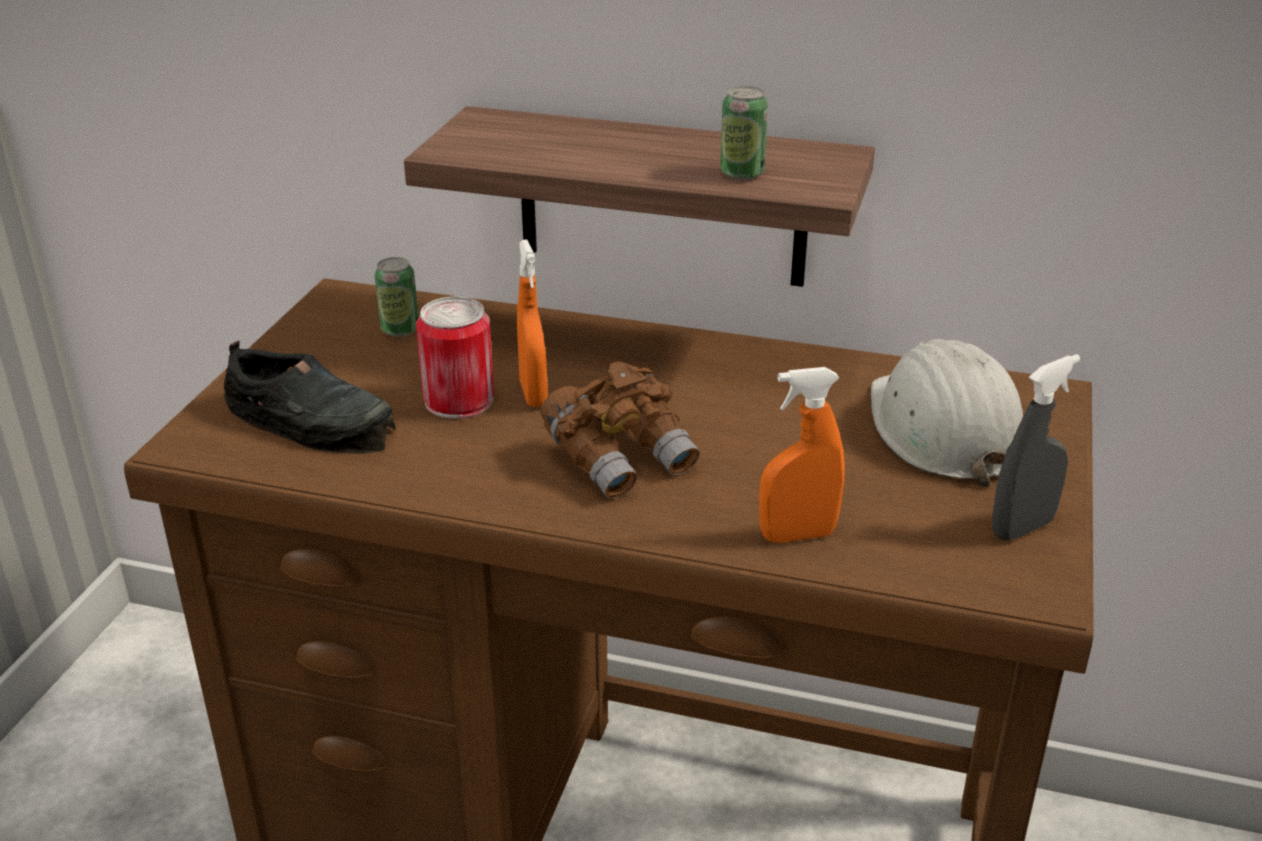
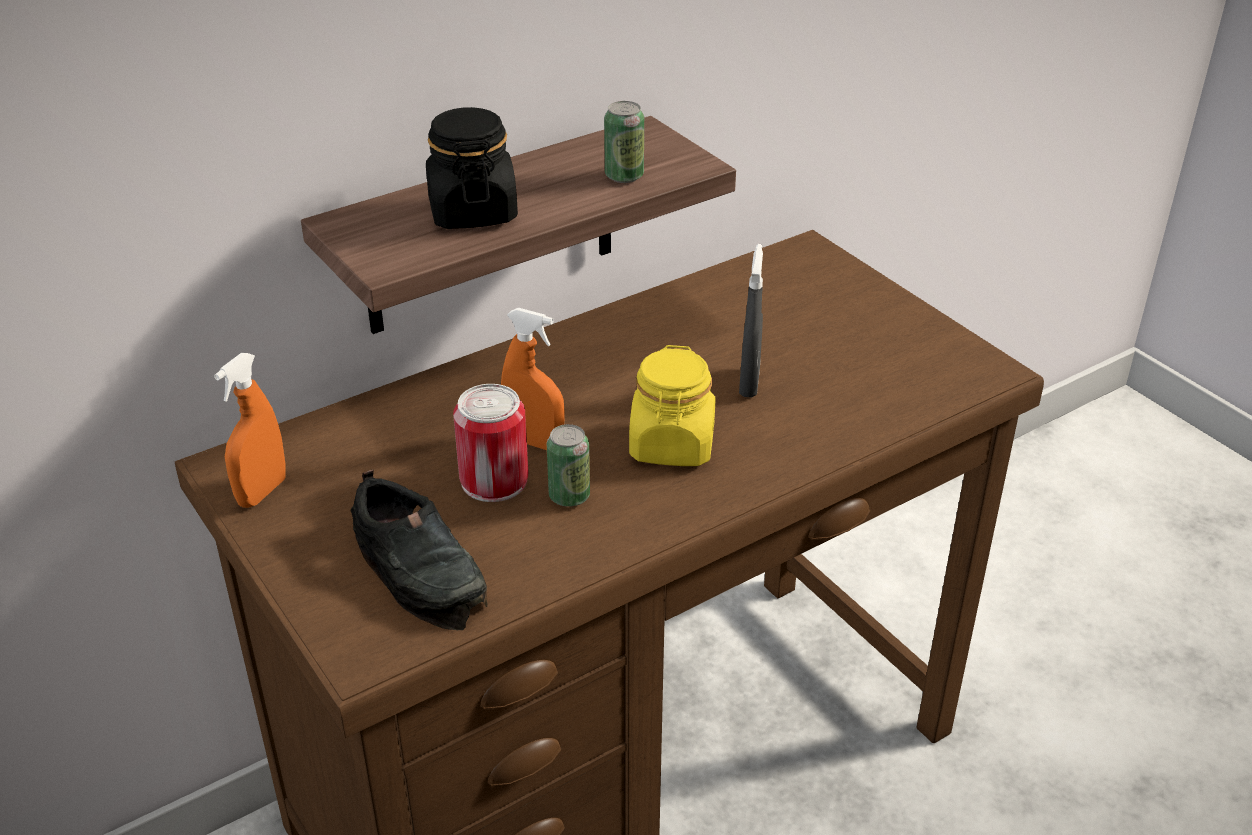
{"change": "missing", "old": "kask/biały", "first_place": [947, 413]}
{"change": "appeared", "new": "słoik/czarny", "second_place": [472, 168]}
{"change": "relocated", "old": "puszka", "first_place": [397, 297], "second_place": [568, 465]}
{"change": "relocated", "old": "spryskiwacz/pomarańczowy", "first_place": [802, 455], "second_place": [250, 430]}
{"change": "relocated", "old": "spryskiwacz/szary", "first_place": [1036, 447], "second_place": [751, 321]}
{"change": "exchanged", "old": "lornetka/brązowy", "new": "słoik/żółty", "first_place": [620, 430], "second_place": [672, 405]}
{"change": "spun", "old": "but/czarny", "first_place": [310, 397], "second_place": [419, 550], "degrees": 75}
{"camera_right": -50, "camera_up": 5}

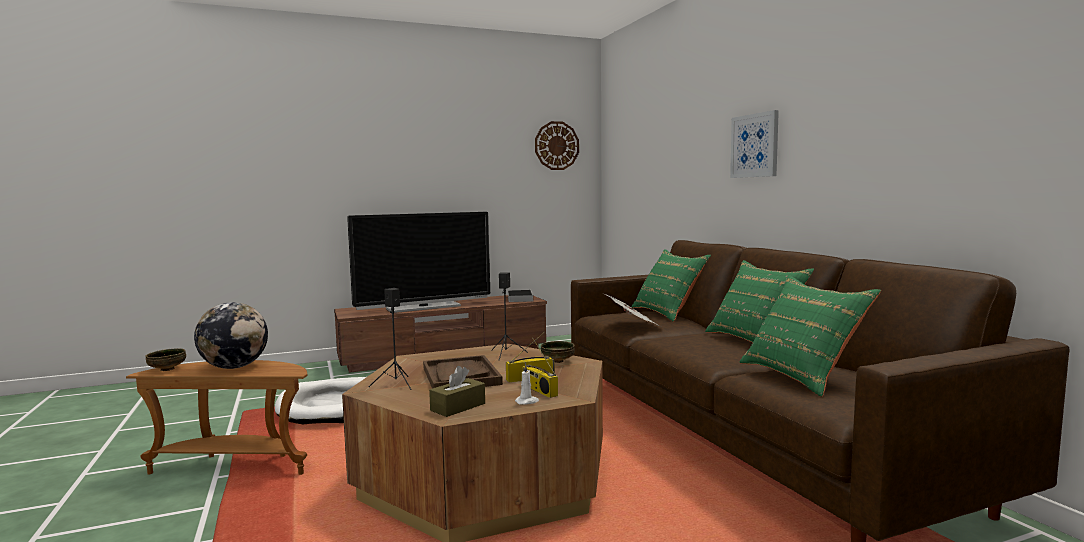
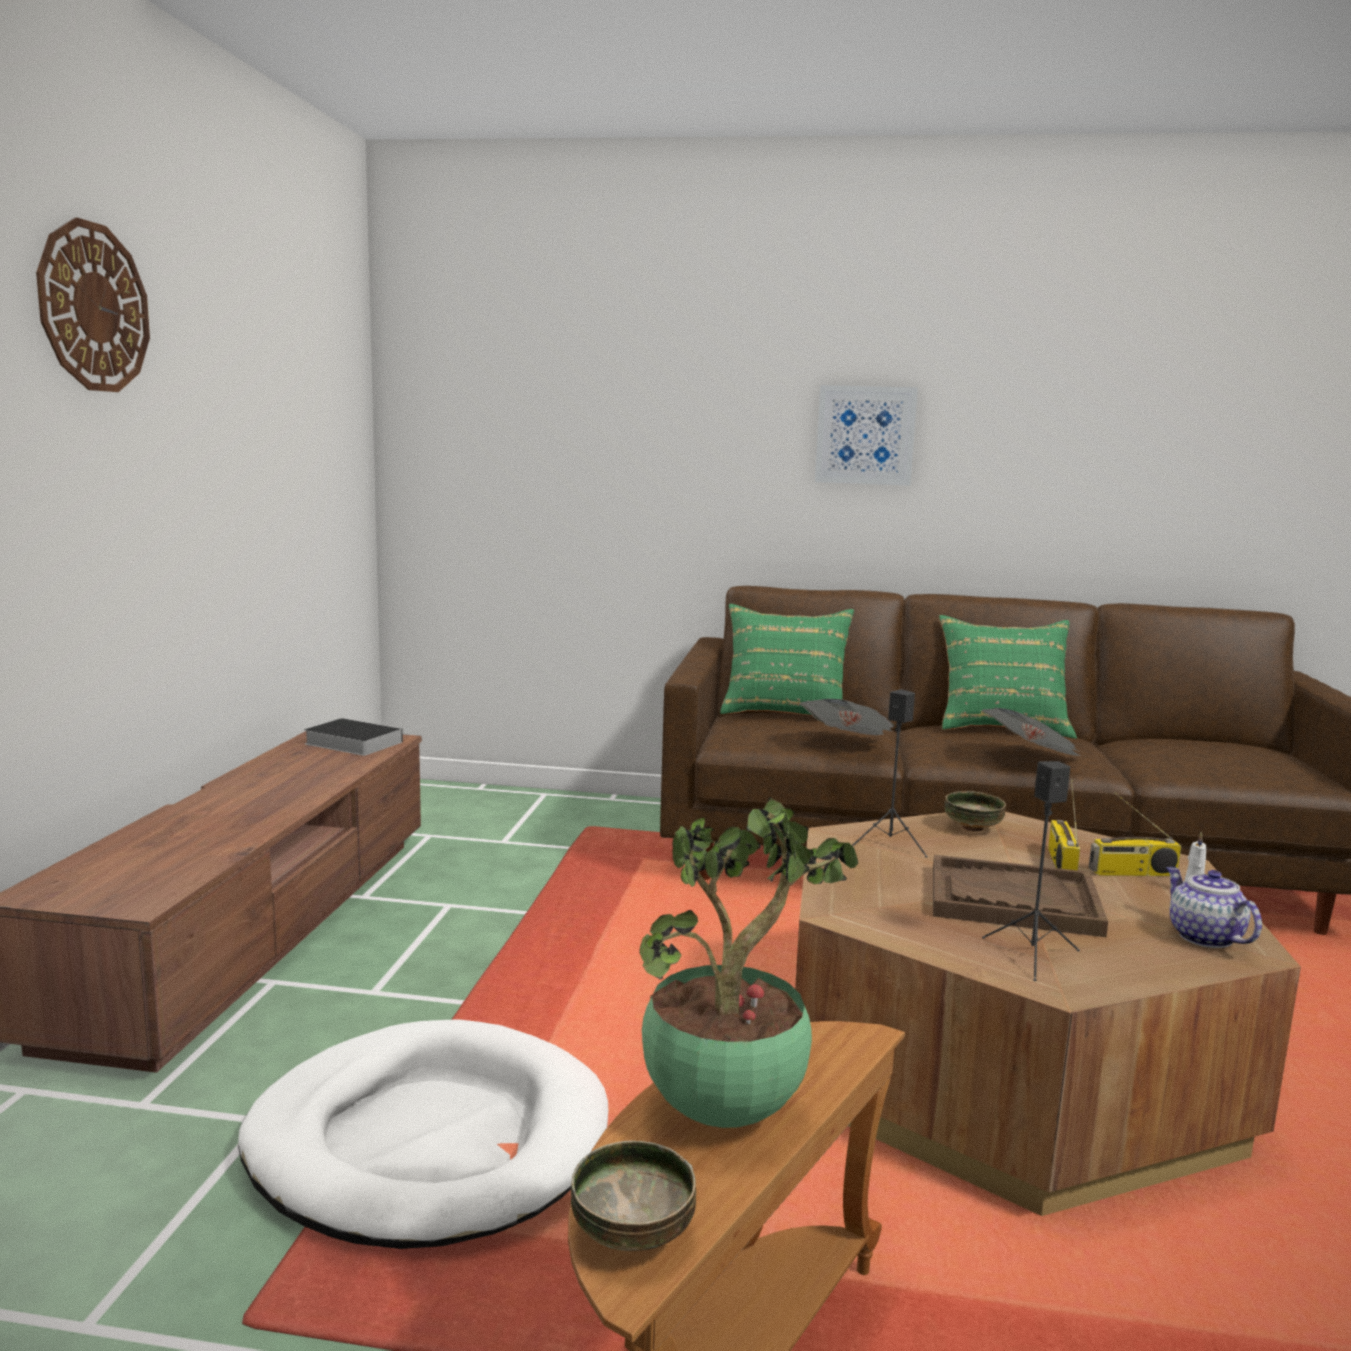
{"change": "missing", "old": "telewizor", "first_place": [418, 262]}
{"change": "missing", "old": "poduszka/zielony", "first_place": [810, 336]}
{"change": "appeared", "new": "gazeta", "second_place": [1031, 732]}
{"change": "relocated", "old": "zegar ścienny", "first_place": [557, 145], "second_place": [93, 304]}
{"change": "exchanged", "old": "globus", "new": "roślina doniczkowa", "first_place": [231, 335], "second_place": [749, 962]}
{"change": "exchanged", "old": "pudełko chusteczek/brązowy", "new": "imbryk", "first_place": [457, 391], "second_place": [1214, 907]}
{"camera_right": -60, "camera_up": 5}

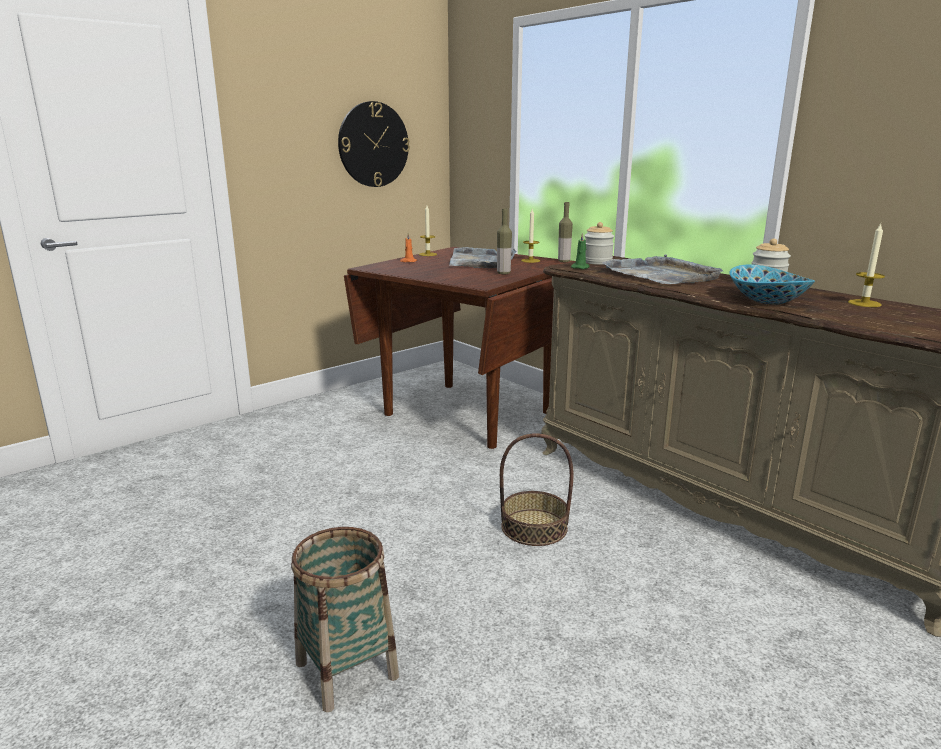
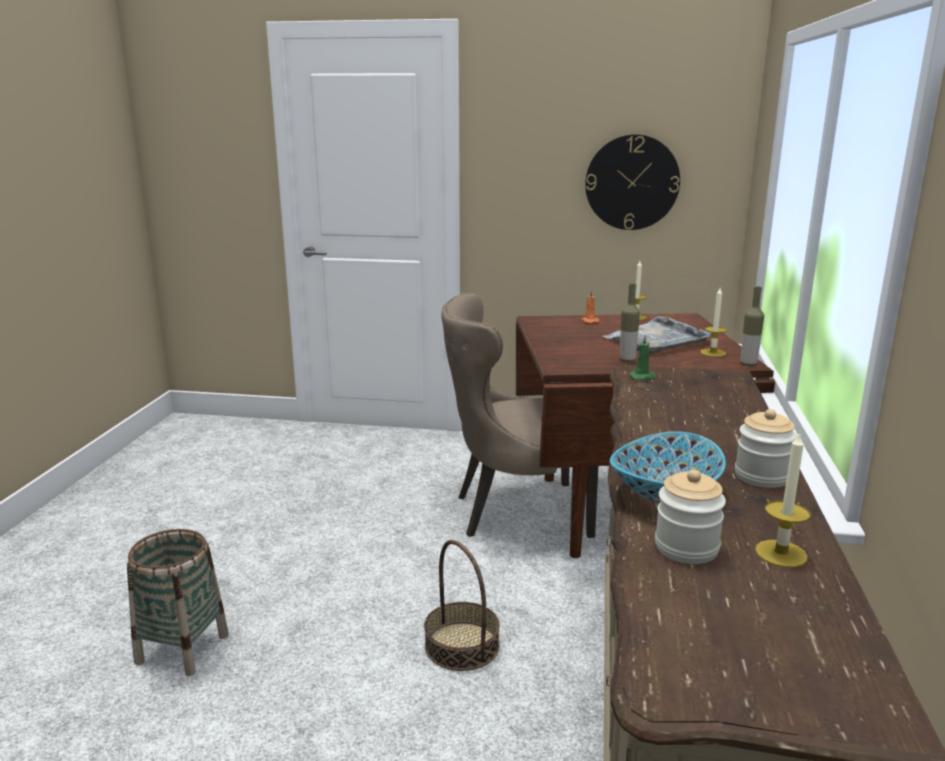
{"change": "missing", "old": "taca/szary", "first_place": [662, 269]}
{"change": "appeared", "new": "krzesło/beżowy", "second_place": [519, 415]}
{"change": "relocated", "old": "słoik", "first_place": [599, 243], "second_place": [690, 516]}
{"camera_right": 50, "camera_up": 0}

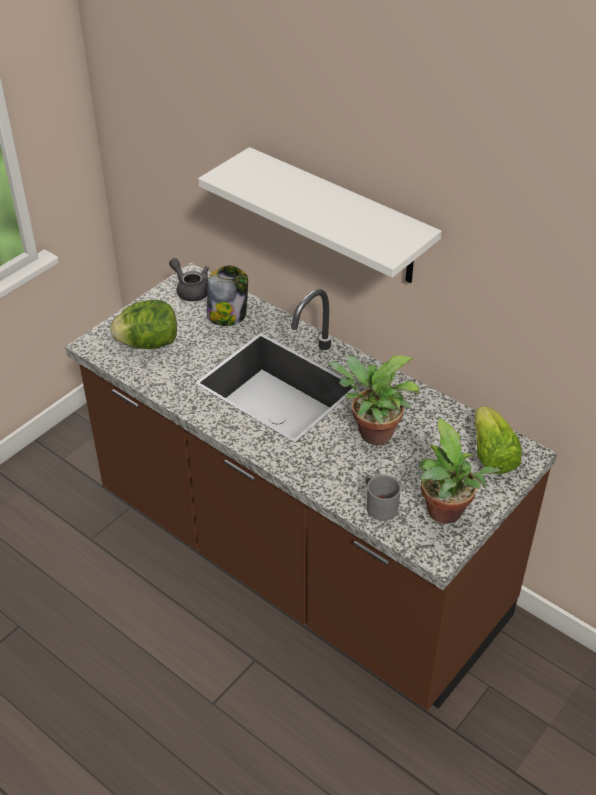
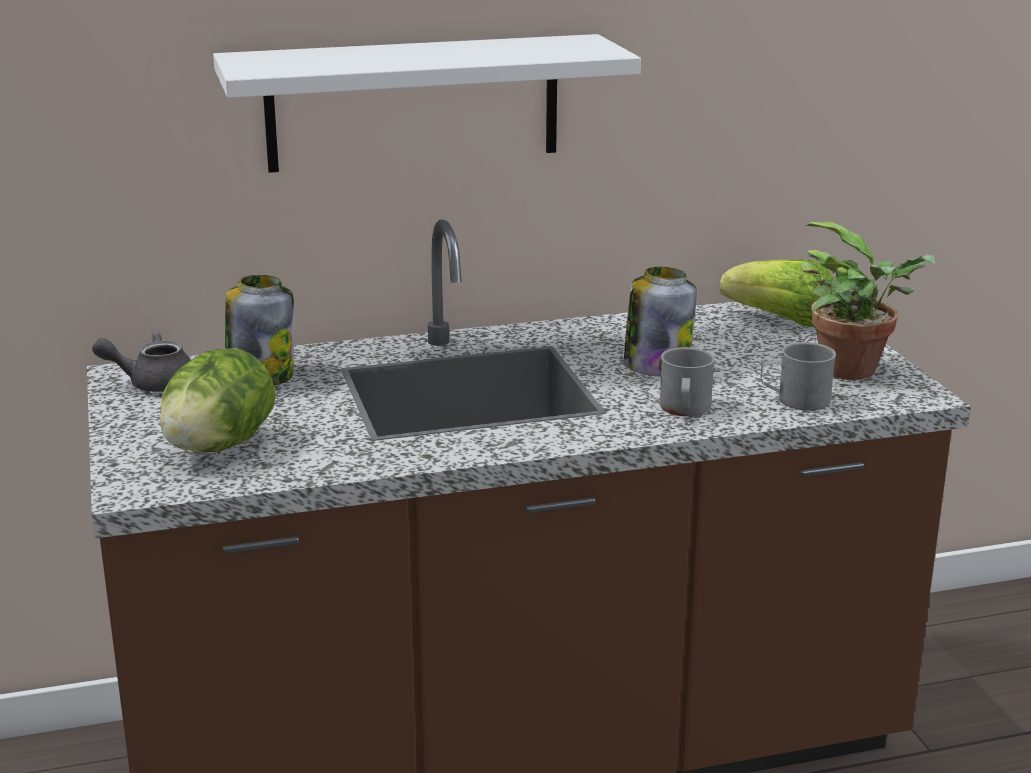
{"change": "appeared", "new": "kubek/szary", "second_place": [687, 381]}
{"change": "exchanged", "old": "roślina doniczkowa", "new": "słoik", "first_place": [374, 400], "second_place": [660, 322]}
{"camera_right": -55, "camera_up": -20}

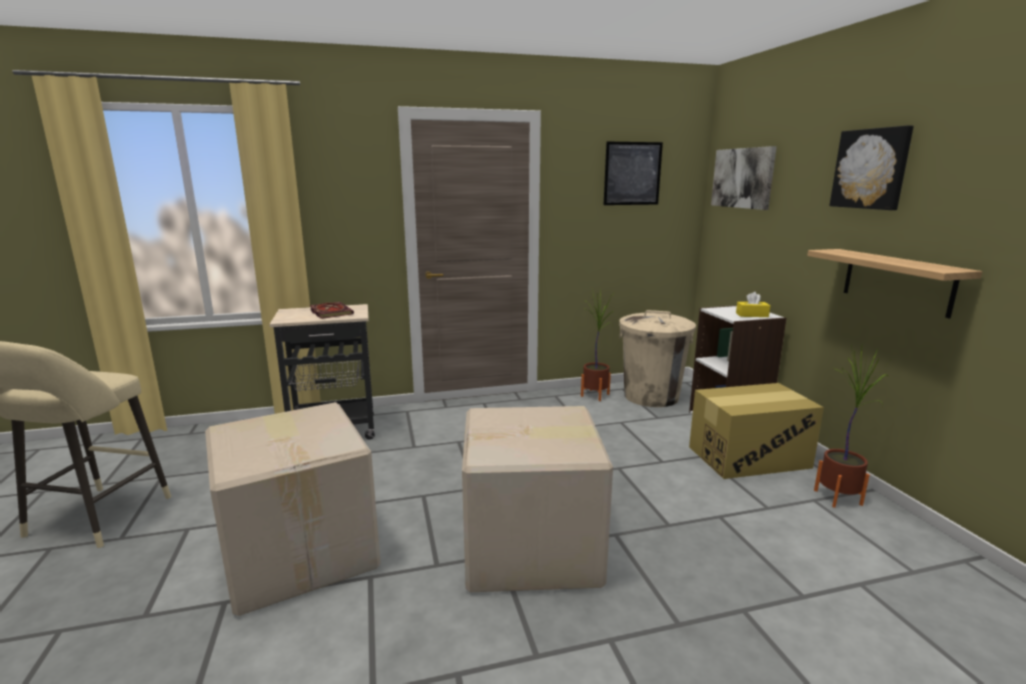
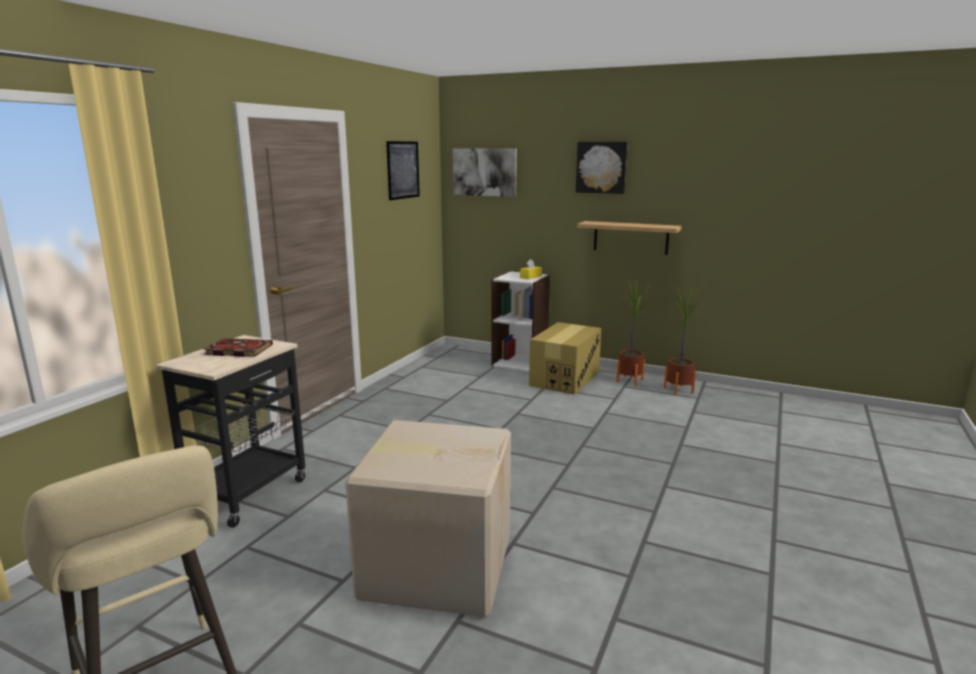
{"change": "missing", "old": "karton", "first_place": [537, 499]}
{"change": "missing", "old": "kosz na śmieci/beżowy", "first_place": [657, 358]}
{"change": "relocated", "old": "roślina doniczkowa", "first_place": [597, 344], "second_place": [685, 341]}
{"camera_right": -50, "camera_up": 0}

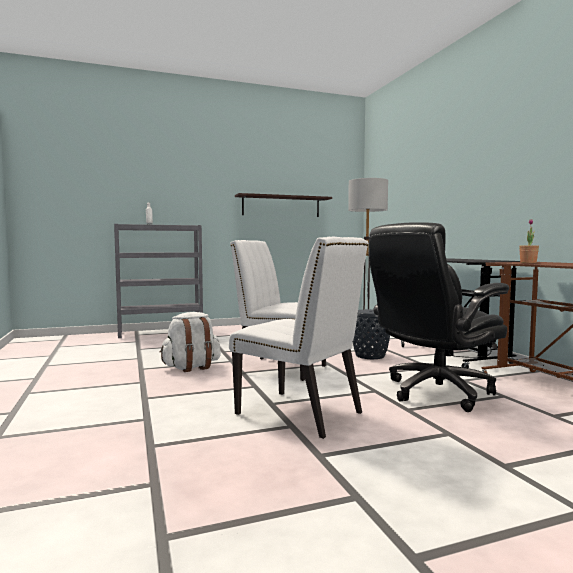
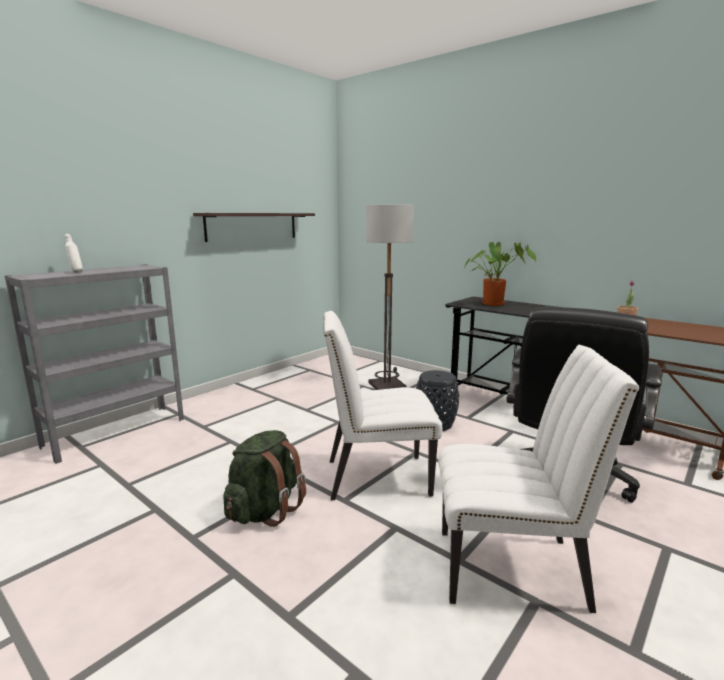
{"change": "appeared", "new": "roślina doniczkowa", "second_place": [500, 274]}
{"change": "colour", "old": "plecak/biały", "new": "plecak/zielony", "first_place": [190, 342], "second_place": [264, 478]}
{"camera_right": -30, "camera_up": 10}

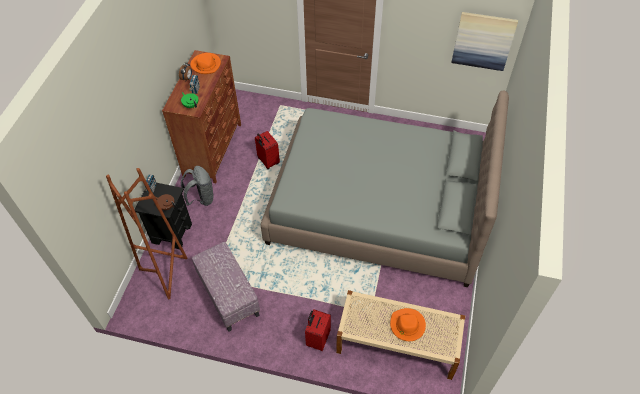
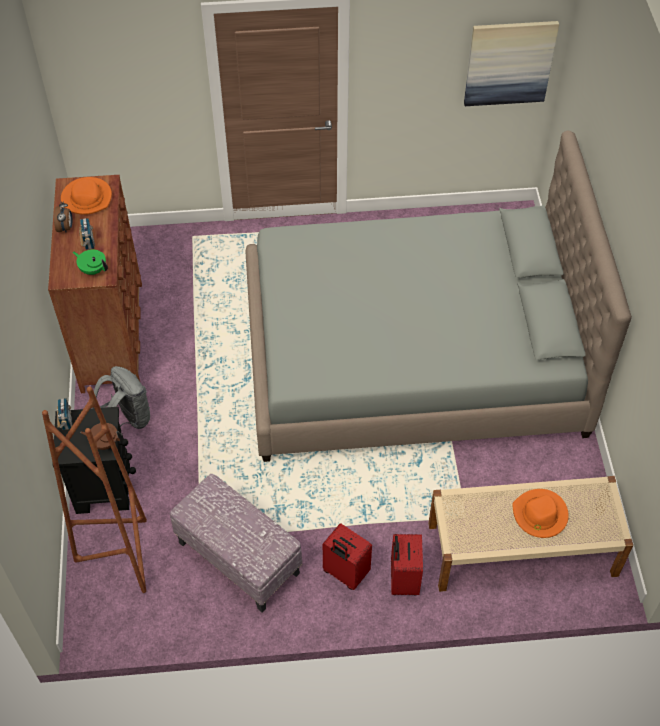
{"change": "relocated", "old": "walizka/czerwony", "first_place": [267, 150], "second_place": [347, 556]}
{"camera_right": -20, "camera_up": 0}

